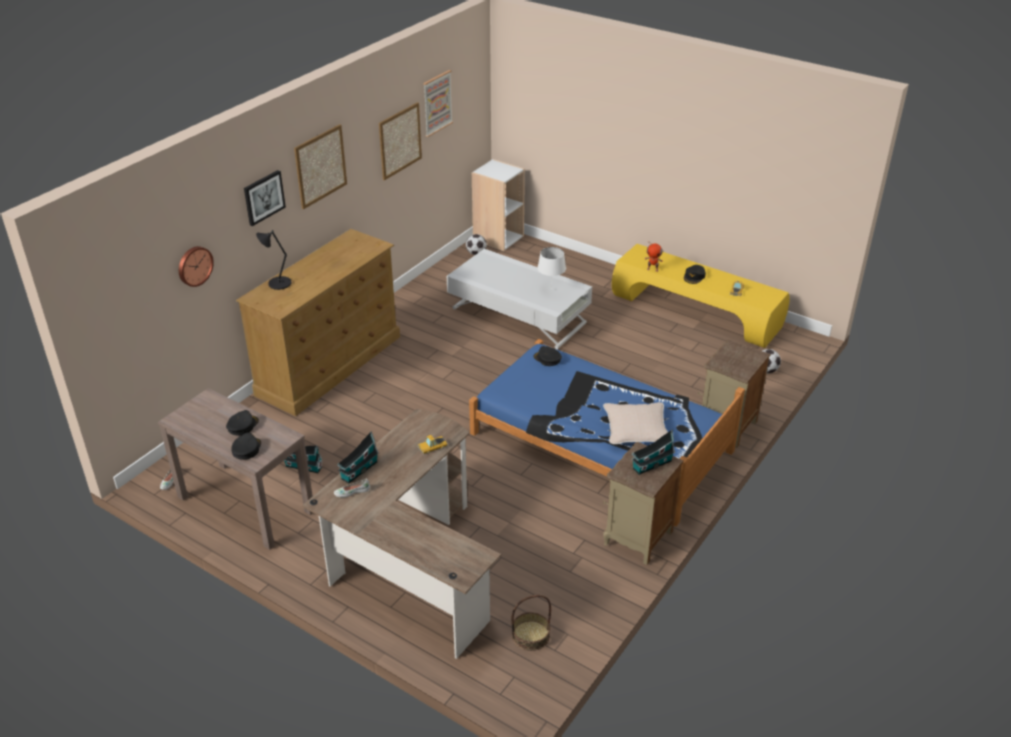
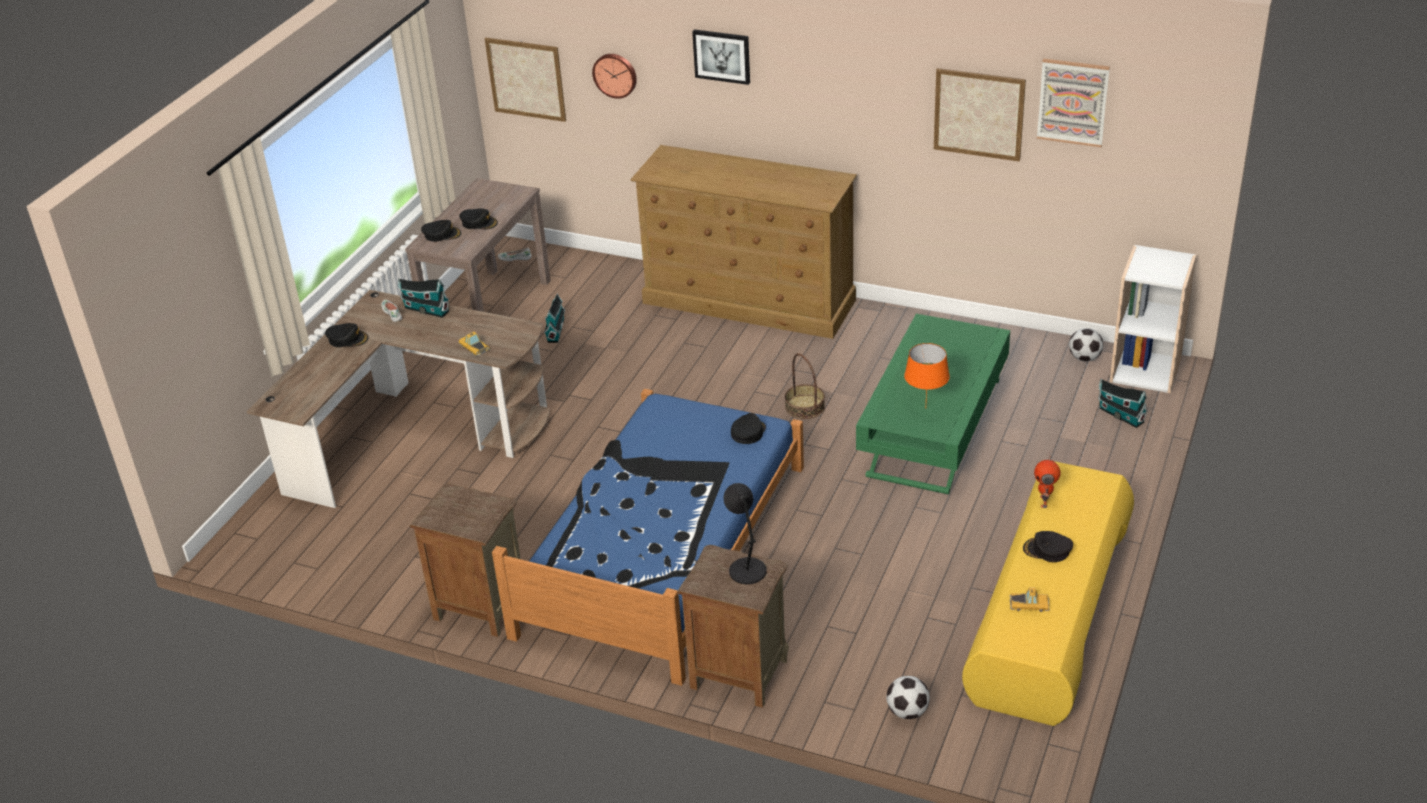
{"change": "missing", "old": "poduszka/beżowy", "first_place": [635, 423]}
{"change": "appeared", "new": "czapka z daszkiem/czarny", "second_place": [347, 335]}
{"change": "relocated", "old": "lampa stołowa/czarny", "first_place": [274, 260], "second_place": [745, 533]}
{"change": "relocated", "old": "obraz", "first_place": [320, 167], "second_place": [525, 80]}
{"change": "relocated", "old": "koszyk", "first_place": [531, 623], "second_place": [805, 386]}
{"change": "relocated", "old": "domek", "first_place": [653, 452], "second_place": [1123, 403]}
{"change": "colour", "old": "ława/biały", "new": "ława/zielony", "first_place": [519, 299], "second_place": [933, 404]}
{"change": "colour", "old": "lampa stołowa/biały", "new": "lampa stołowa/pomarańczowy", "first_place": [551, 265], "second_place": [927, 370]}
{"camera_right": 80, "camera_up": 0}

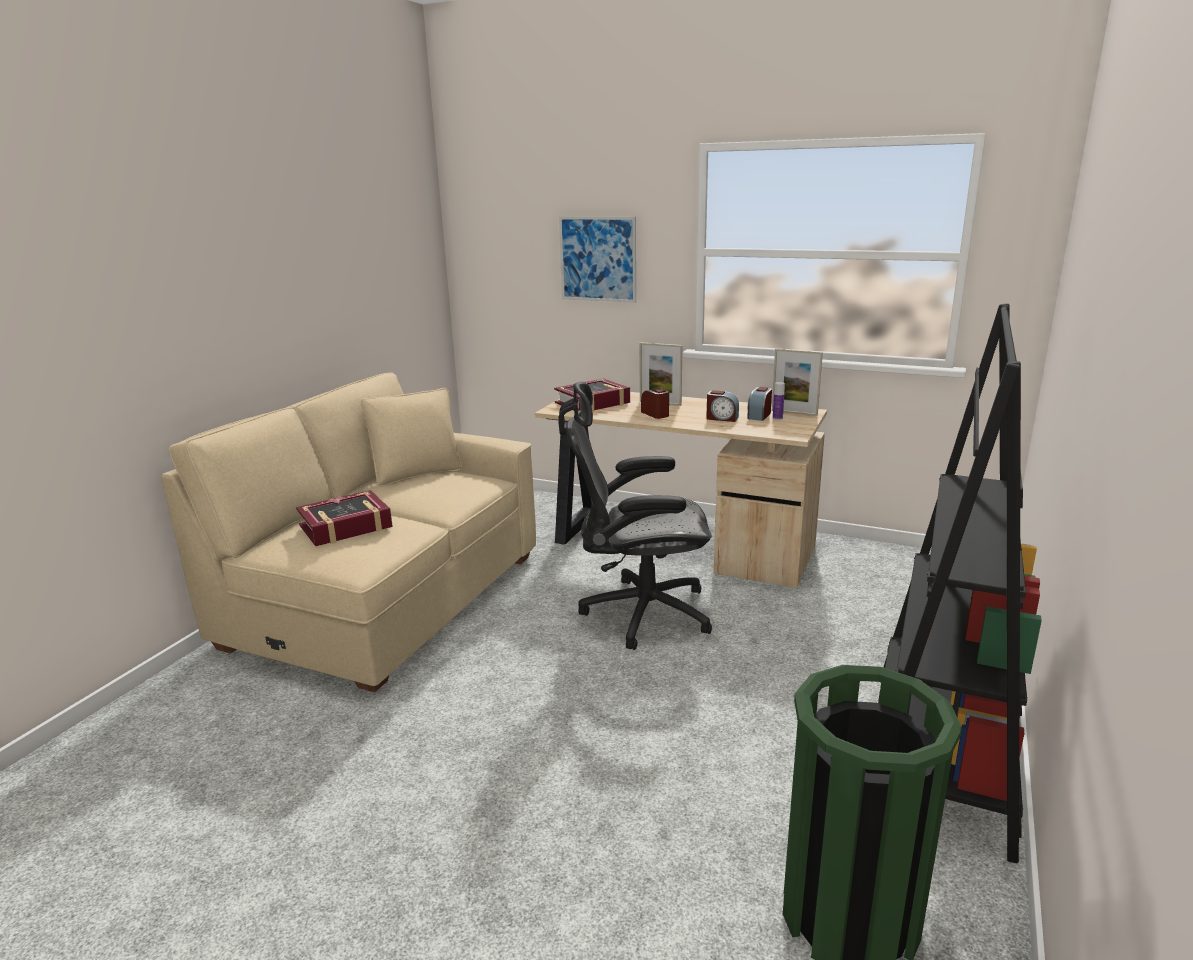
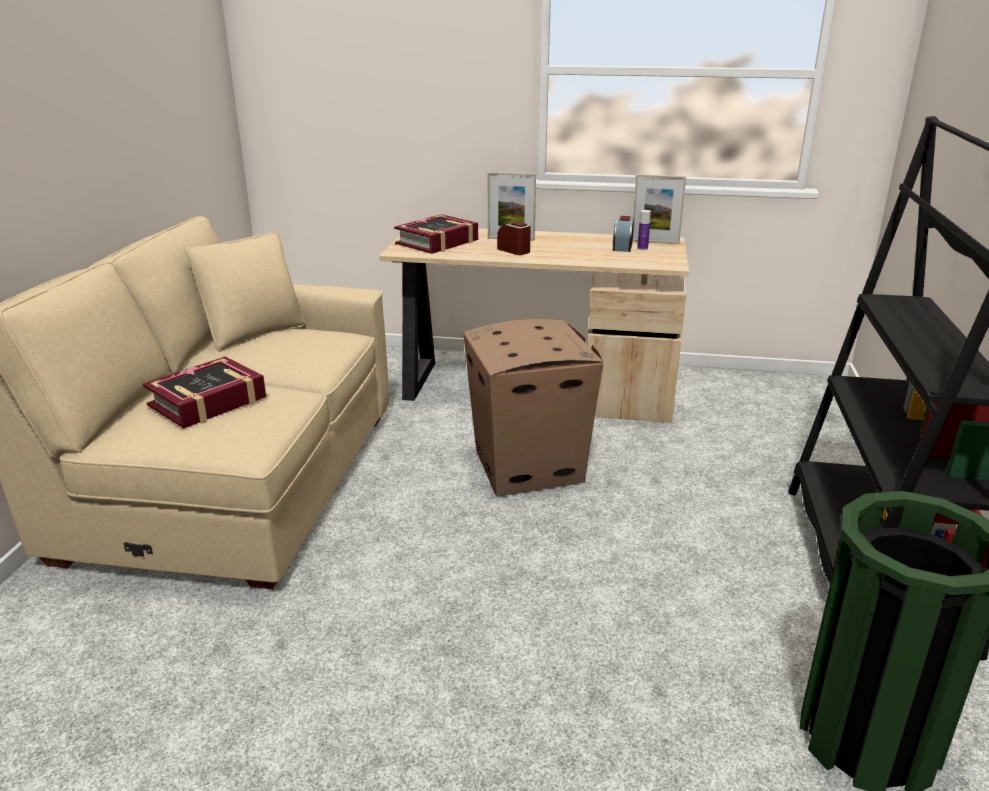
{"change": "missing", "old": "obraz", "first_place": [597, 259]}
{"change": "missing", "old": "budzik", "first_place": [722, 406]}
{"change": "exchanged", "old": "krzesło biurowe", "new": "karton", "first_place": [635, 516], "second_place": [533, 408]}
{"camera_right": -15, "camera_up": 5}

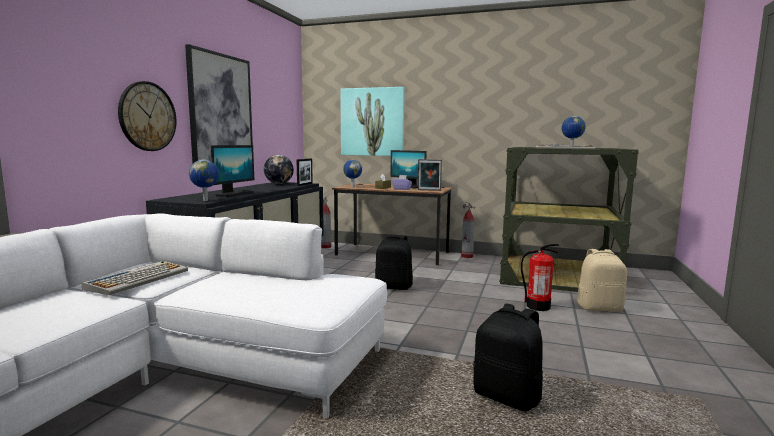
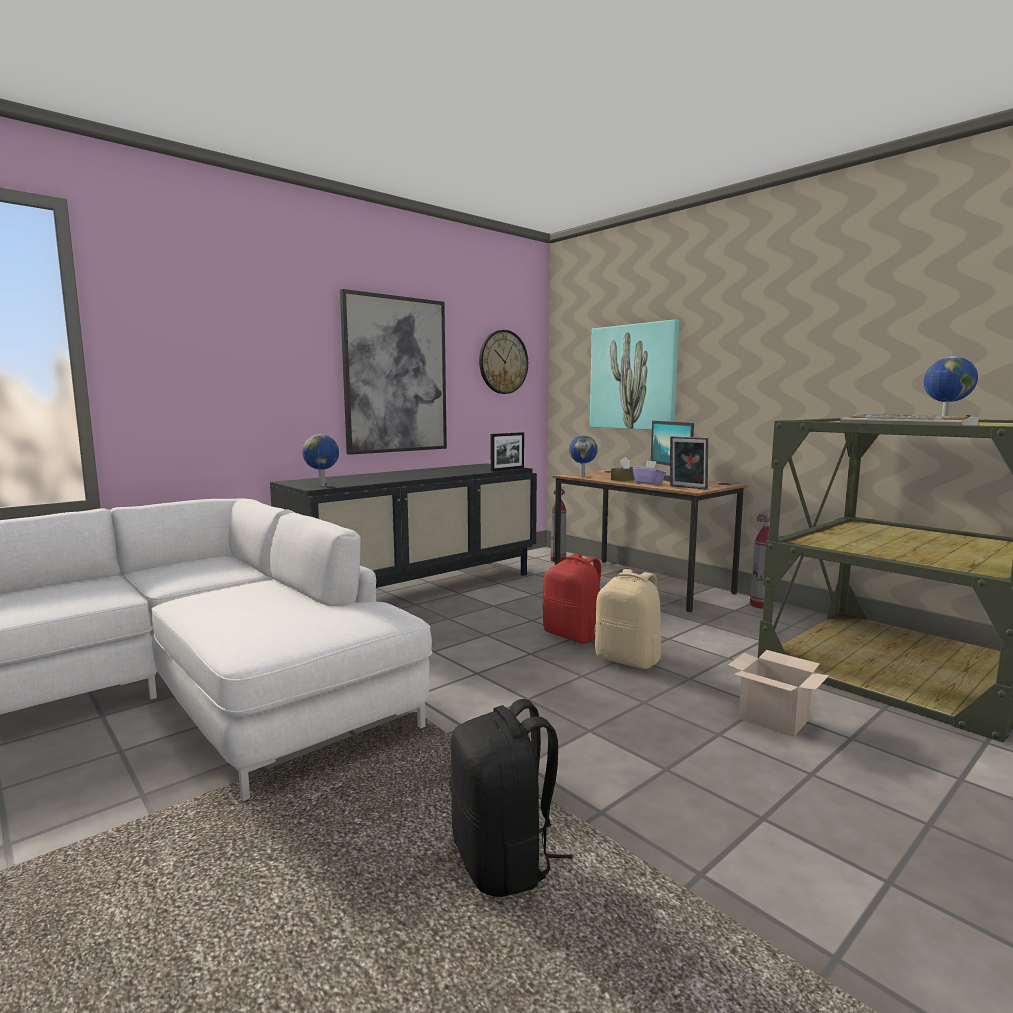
{"change": "missing", "old": "klawiatura", "first_place": [135, 278]}
{"change": "missing", "old": "monitor", "first_place": [232, 171]}
{"change": "missing", "old": "globus", "first_place": [279, 169]}
{"change": "relocated", "old": "zegar ścienny", "first_place": [147, 116], "second_place": [503, 362]}
{"change": "relocated", "old": "plecak/beżowy", "first_place": [602, 280], "second_place": [627, 619]}
{"change": "exchanged", "old": "gaśnica", "new": "karton", "first_place": [540, 277], "second_place": [778, 693]}
{"change": "colour", "old": "plecak/czarny", "new": "plecak/czerwony", "first_place": [394, 262], "second_place": [572, 598]}
{"camera_right": 30, "camera_up": 0}

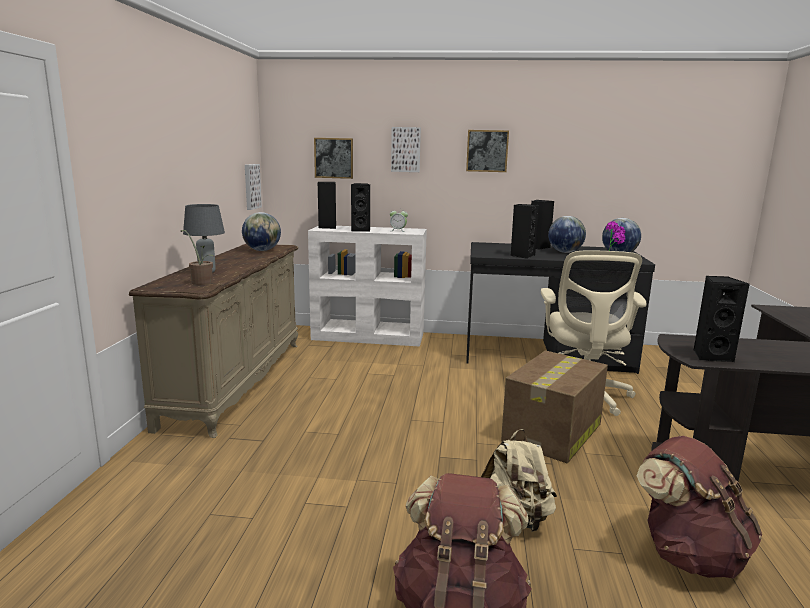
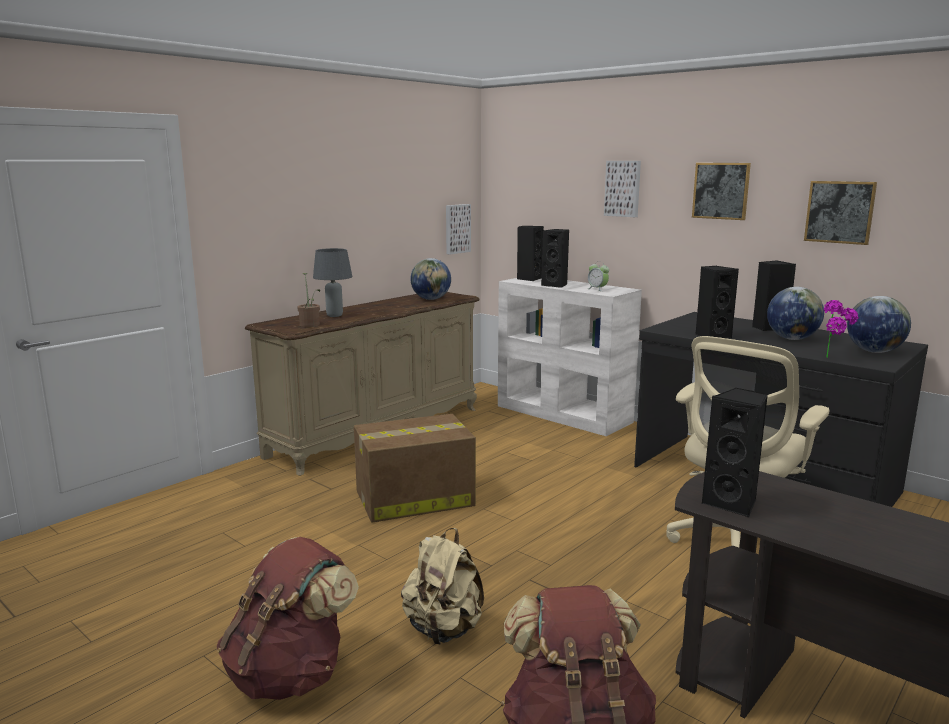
{"change": "relocated", "old": "obraz", "first_place": [333, 158], "second_place": [840, 213]}
{"change": "relocated", "old": "karton", "first_place": [554, 407], "second_place": [415, 468]}
{"camera_right": 35, "camera_up": 0}

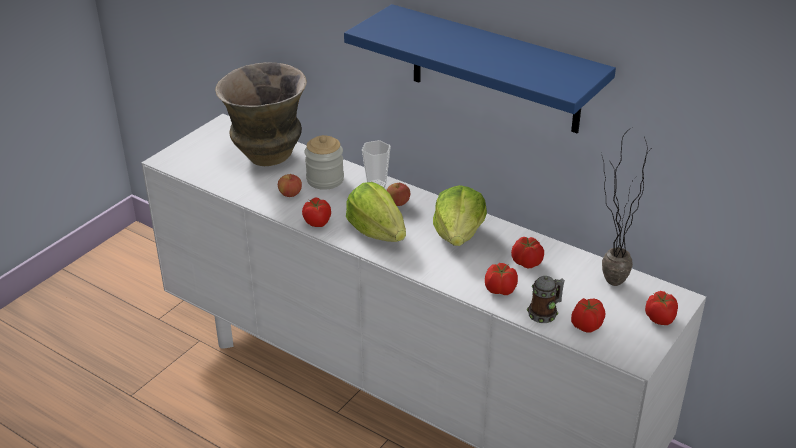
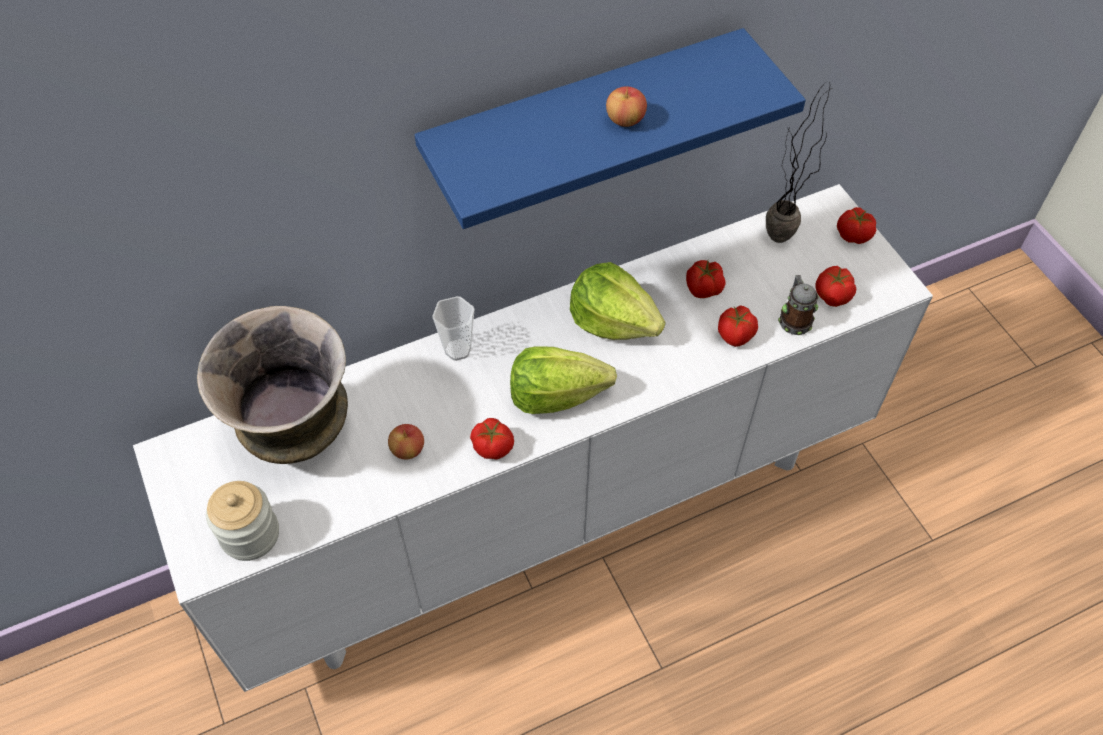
{"change": "relocated", "old": "słoik", "first_place": [324, 162], "second_place": [242, 521]}
{"change": "relocated", "old": "jabłko", "first_place": [398, 194], "second_place": [626, 106]}
{"camera_right": -60, "camera_up": 20}

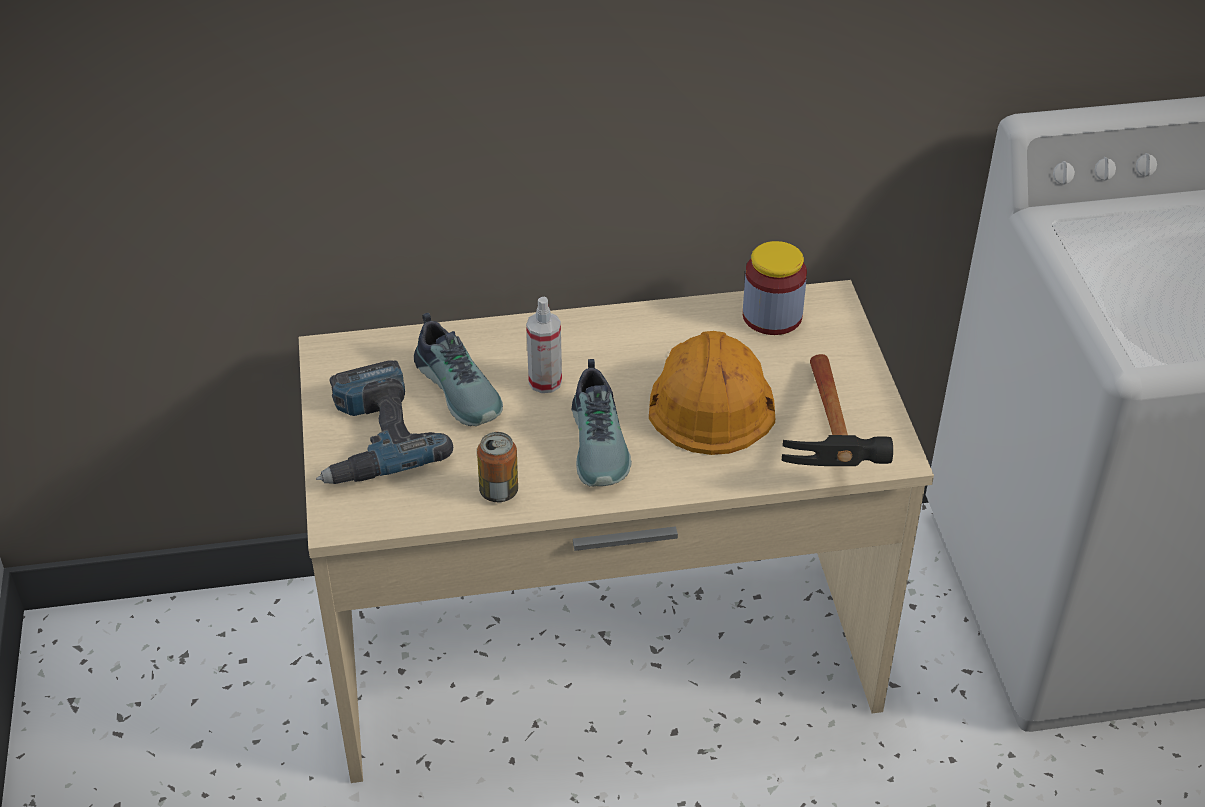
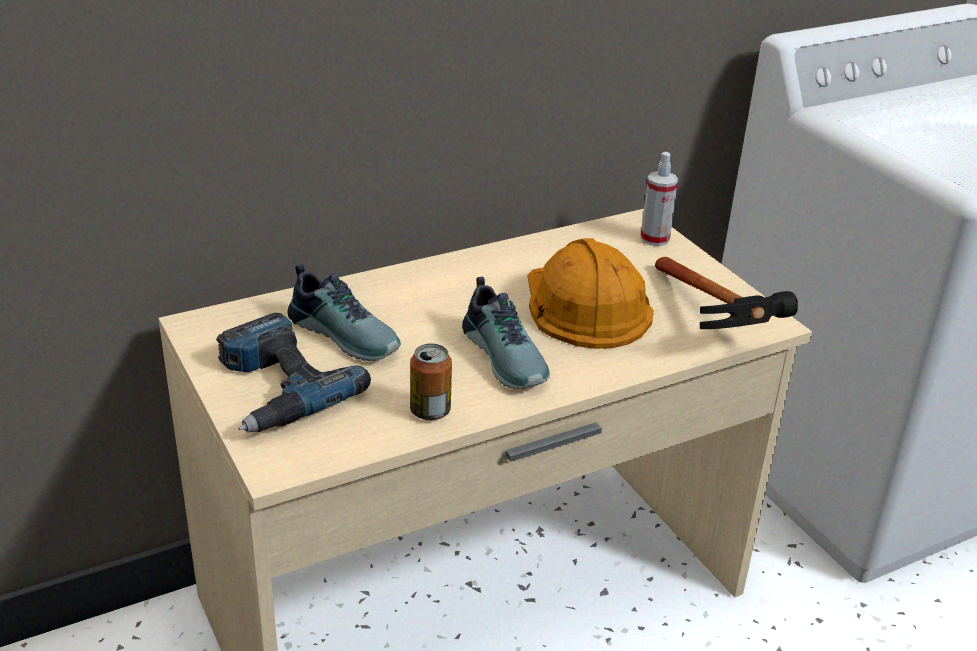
{"change": "missing", "old": "słoik", "first_place": [775, 288]}
{"change": "relocated", "old": "spryskiwacz", "first_place": [544, 345], "second_place": [659, 199]}
{"camera_right": -20, "camera_up": -10}

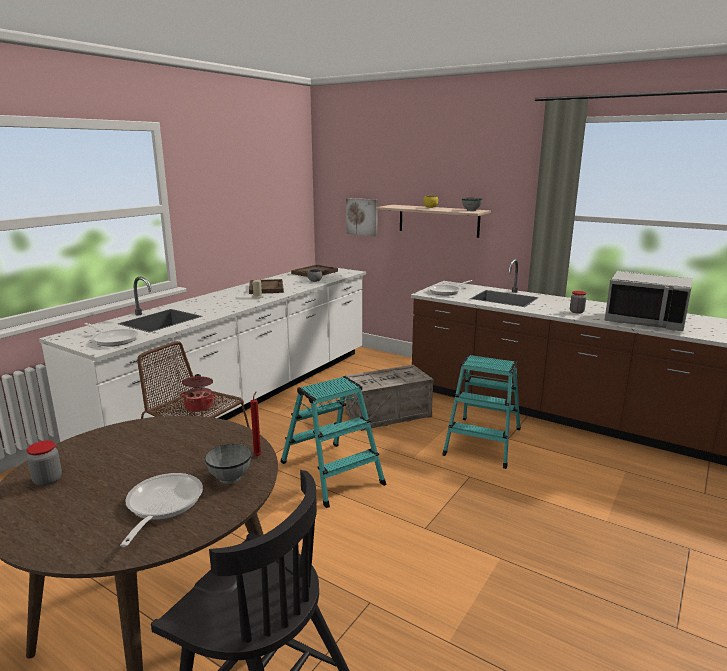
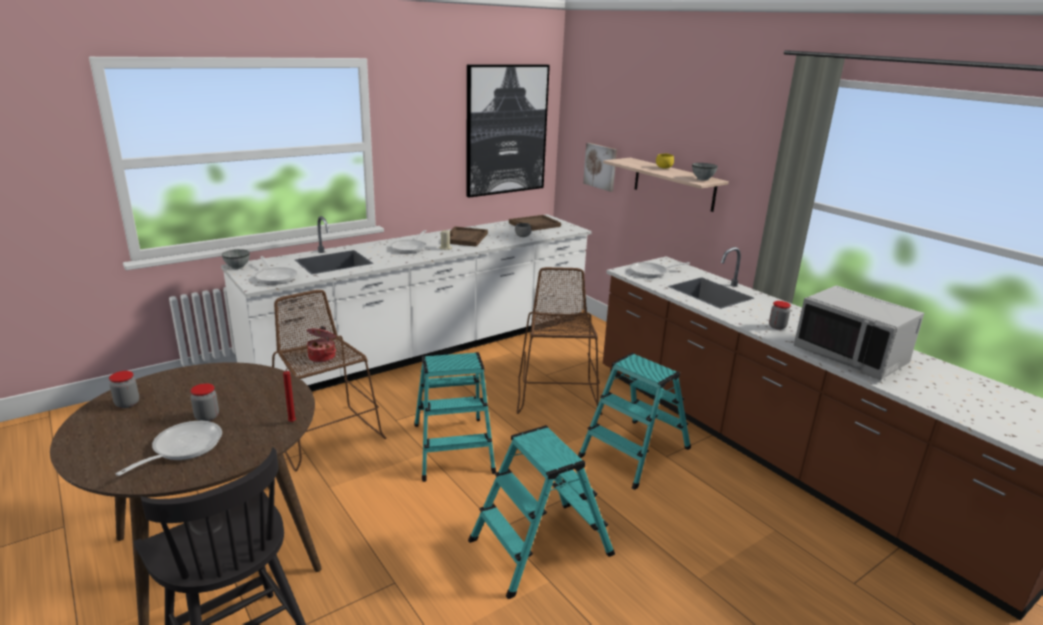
{"change": "appeared", "new": "słoik", "second_place": [204, 402]}
{"change": "appeared", "new": "patelnia", "second_place": [408, 242]}
{"change": "appeared", "new": "obraz", "second_place": [508, 131]}
{"change": "appeared", "new": "drabinka/turkusowy", "second_place": [541, 512]}
{"change": "relocated", "old": "miska/szary", "first_place": [228, 464], "second_place": [236, 259]}
{"change": "exchanged", "old": "skrzynka", "new": "stołek/brązowy", "first_place": [389, 398], "second_place": [559, 341]}
{"camera_right": 20, "camera_up": 5}

